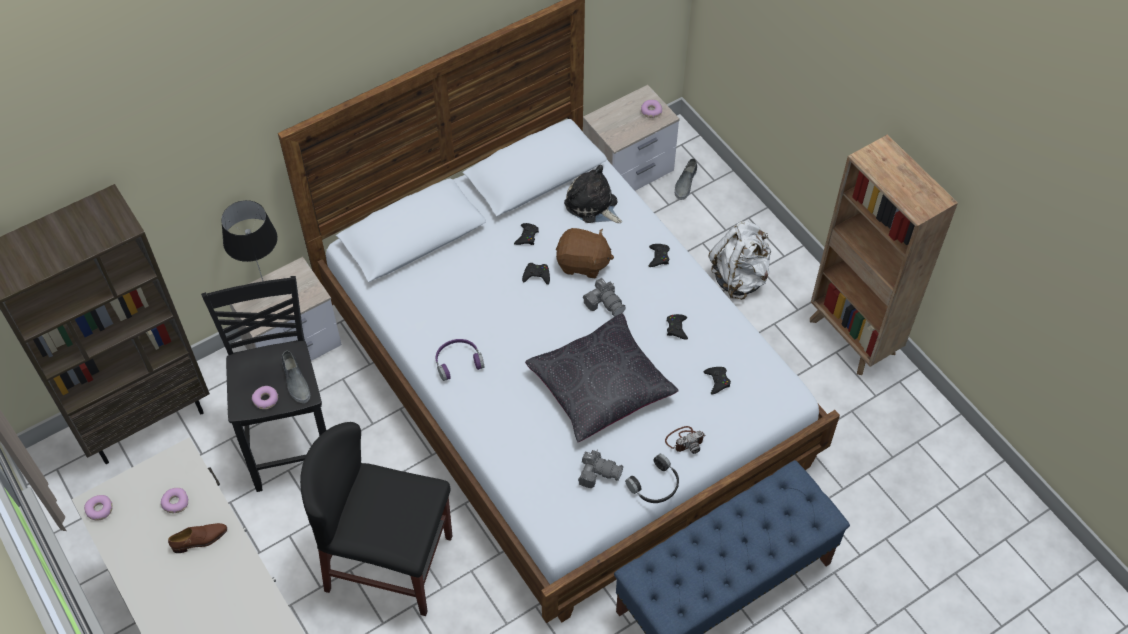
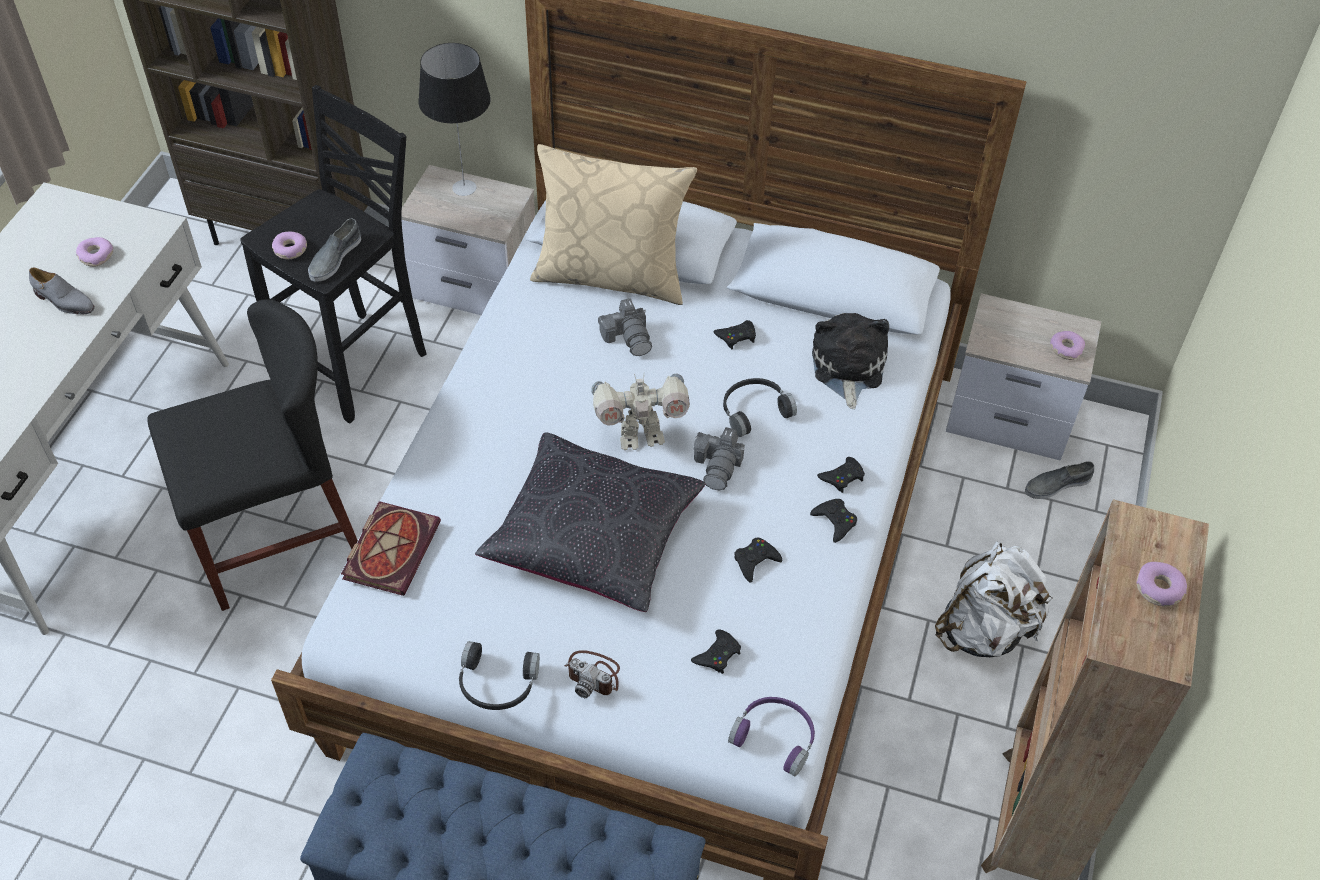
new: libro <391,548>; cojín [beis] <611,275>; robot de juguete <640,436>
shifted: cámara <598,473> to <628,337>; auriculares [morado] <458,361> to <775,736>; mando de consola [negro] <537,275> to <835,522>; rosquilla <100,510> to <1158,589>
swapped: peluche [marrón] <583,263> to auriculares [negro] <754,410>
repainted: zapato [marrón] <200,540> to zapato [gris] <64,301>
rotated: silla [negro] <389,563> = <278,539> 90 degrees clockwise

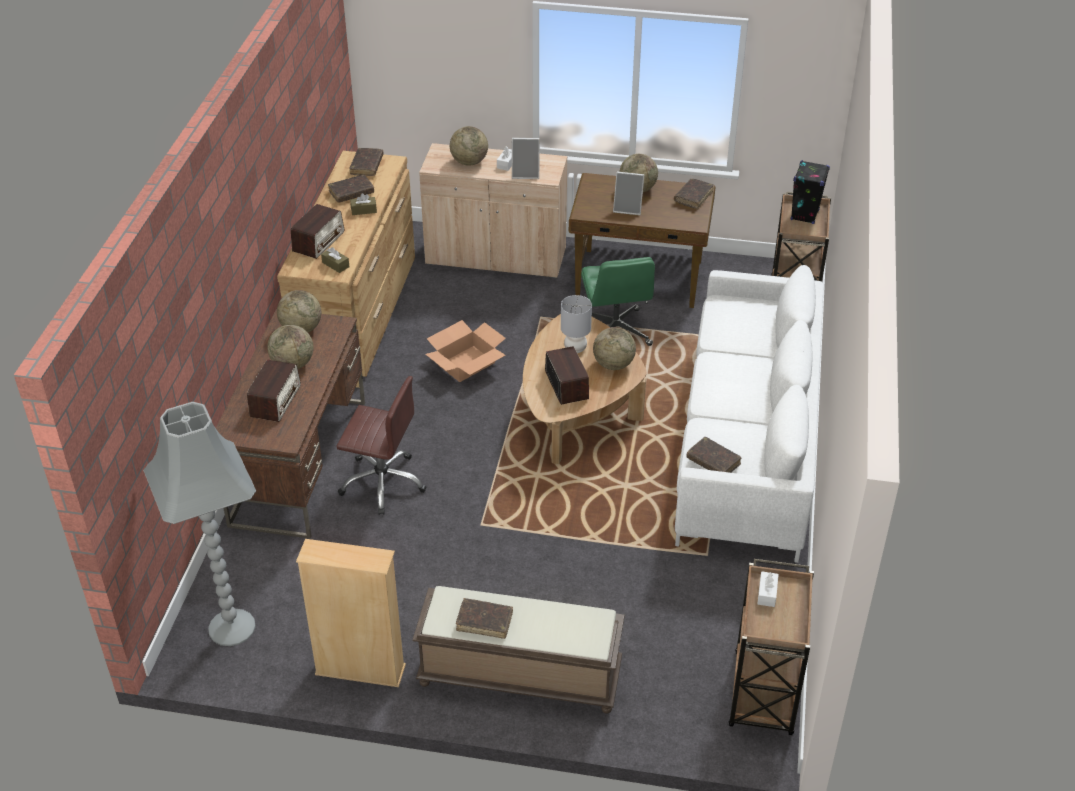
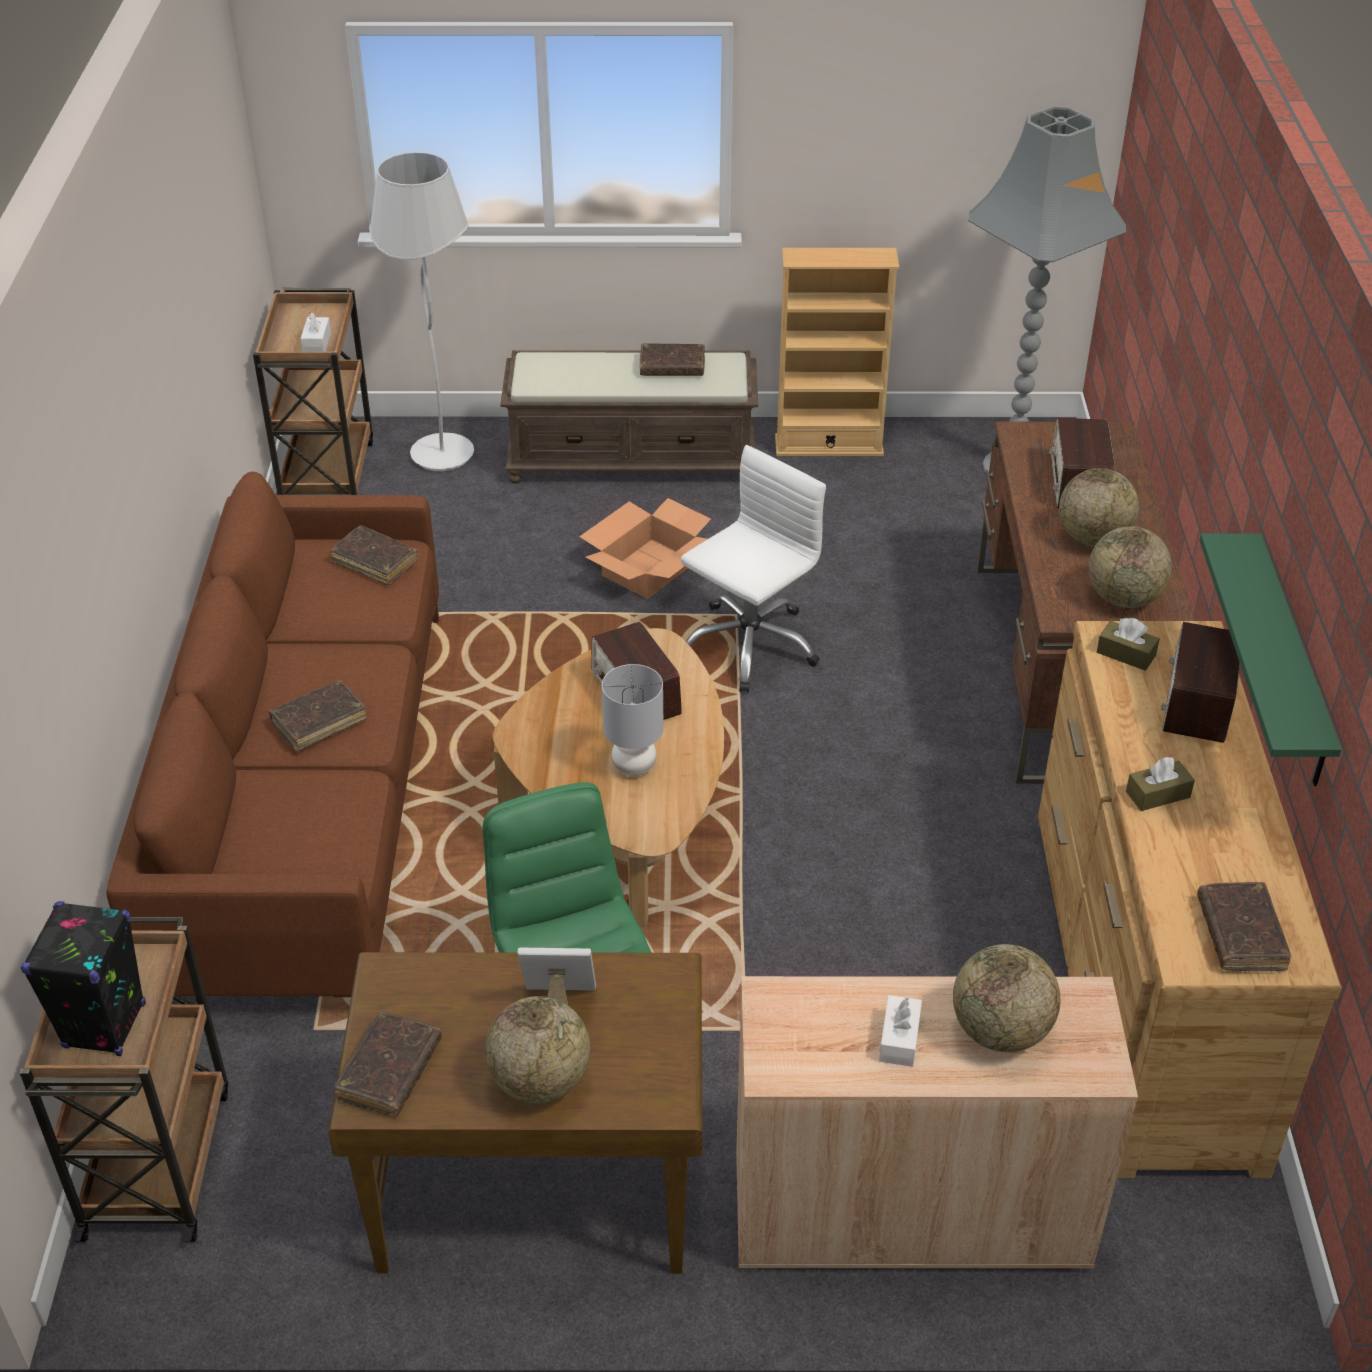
gone: silla de oficina [marrón] <383,482>; portarretratos <526,174>; globo terráqueo <613,364>
new: lámpara de pie [blanco] <442,455>; silla de oficina [blanco] <749,645>; estante [verde] <1291,662>
shifted: libro [marrón] <351,193> to <319,722>; caja de cartón <466,363> to <649,568>
repainted: sofá [blanco] <746,441> to sofá [marrón] <310,797>

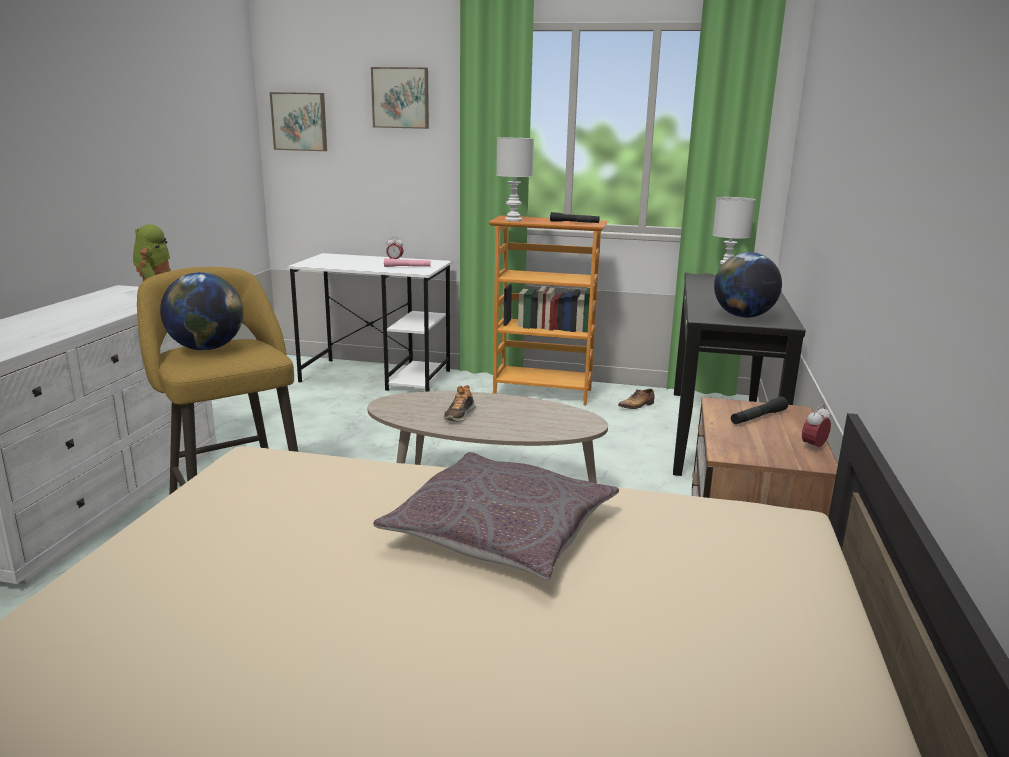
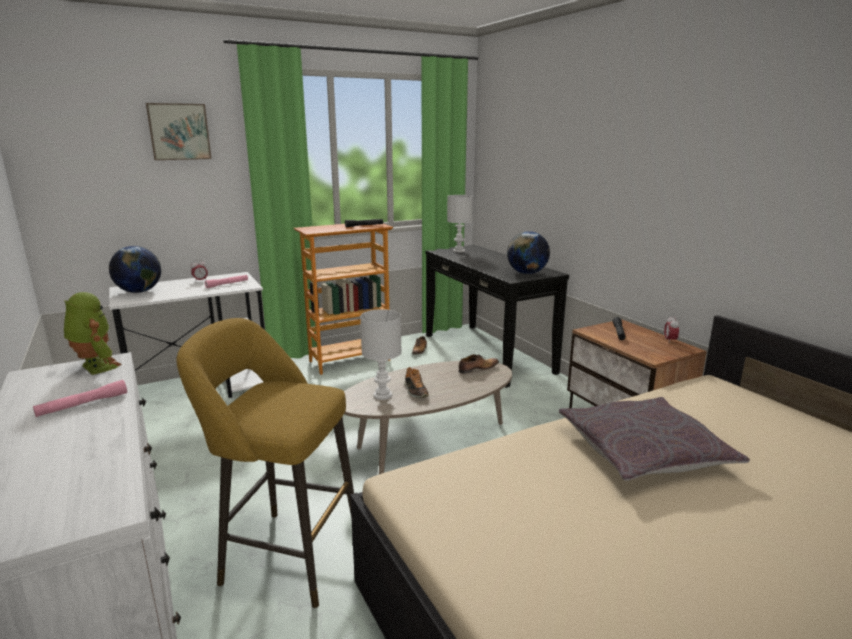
gone: cuadro <300,121>
new: linterna [rosa] <83,405>; zapato <477,369>
shifted: globo terráqueo <206,348> to <139,291>; lámpara de mesa [blanco] <513,220> to <382,395>

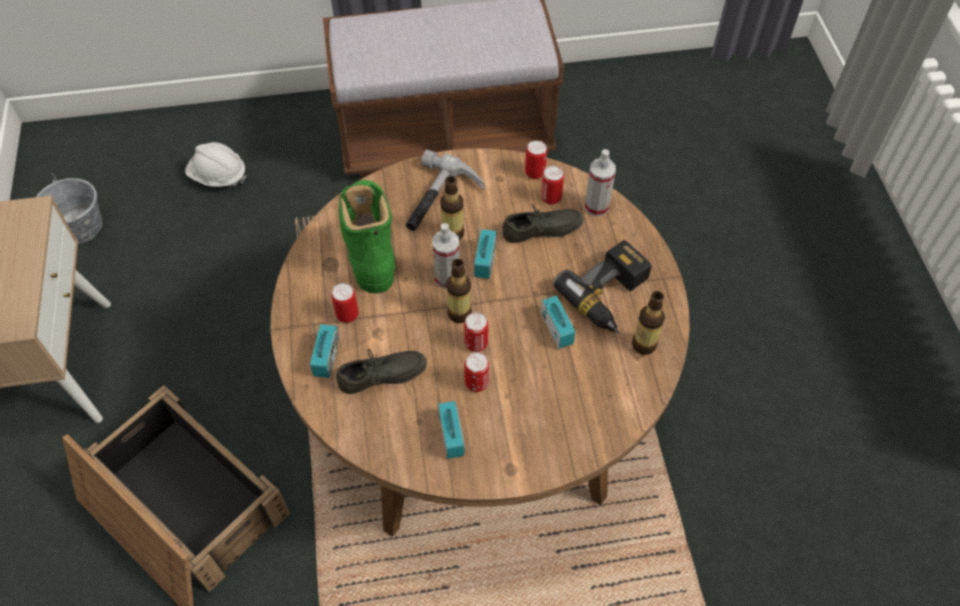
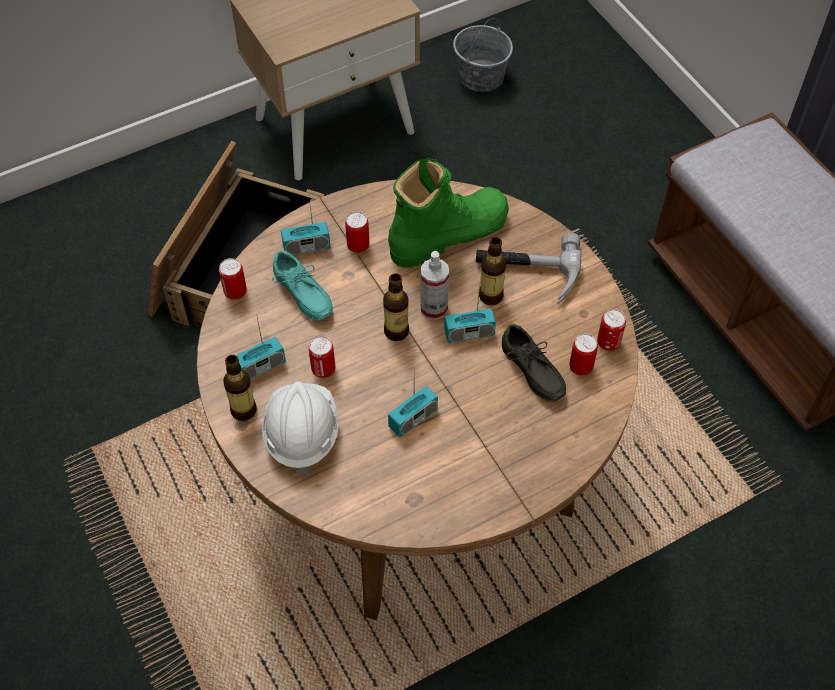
gone: taladro <610,296>; pulverizador <596,206>
shifted: lata <476,343> to <235,292>; botella <644,345> to <243,410>; casco [blanco] <218,176> to <301,434>
repainted: zapato [gris] <383,378> to zapato [turquesa] <301,296>

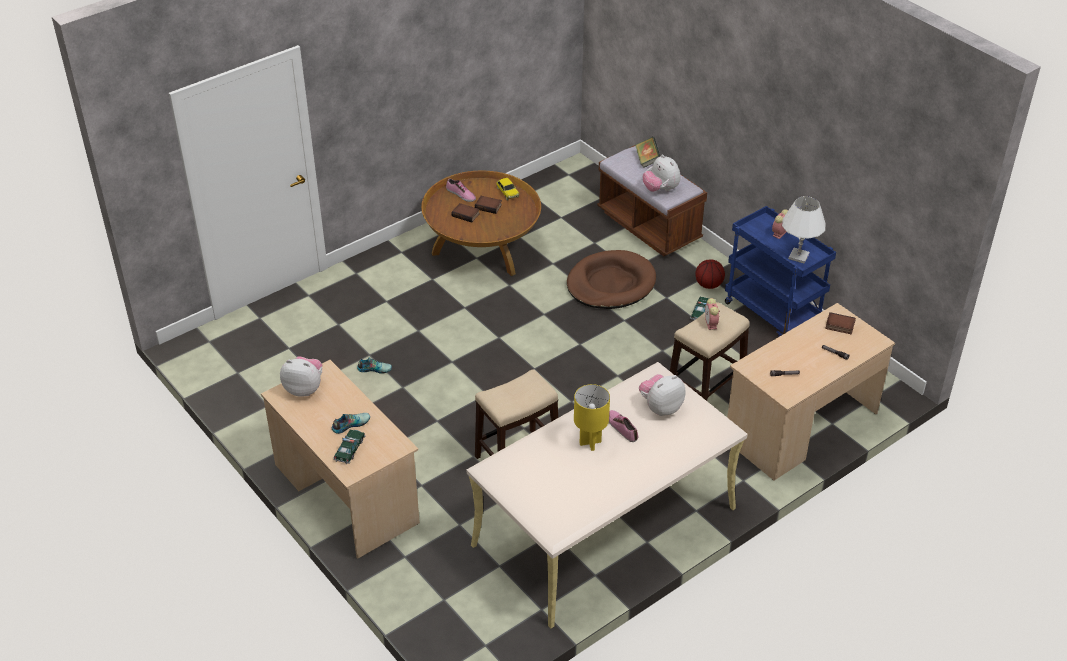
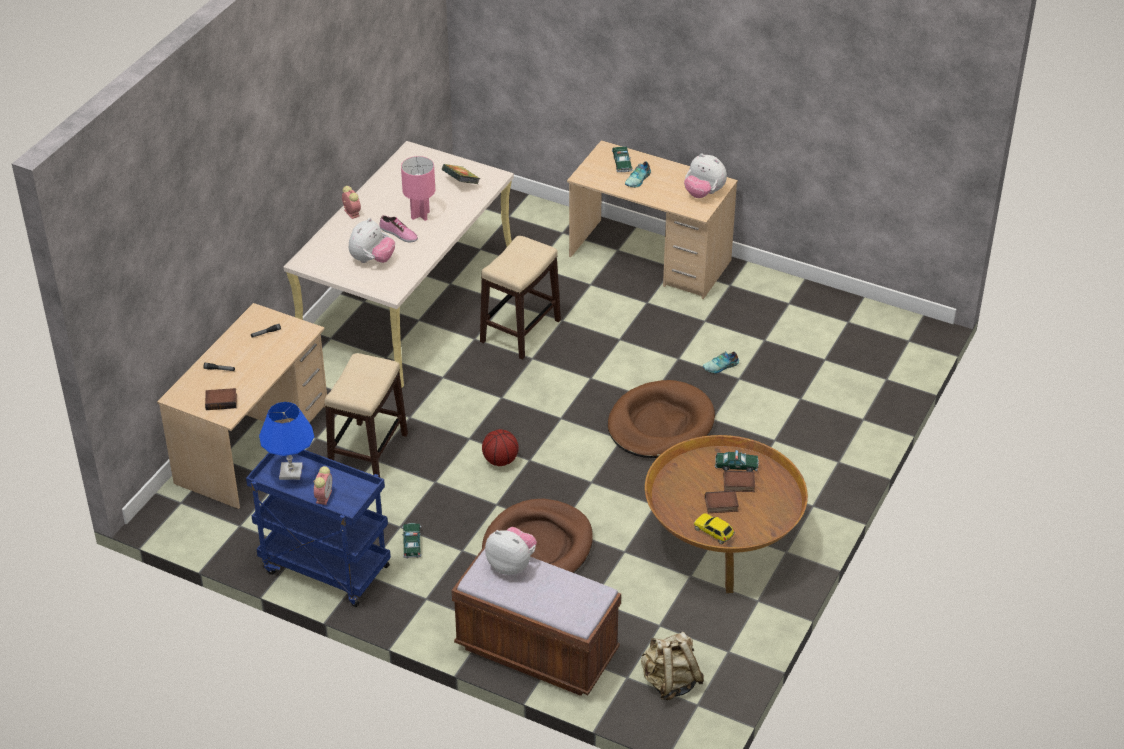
gone: zapato <460,194>
new: cama para perro [marrón] <660,424>; mochila [beis] <670,682>; coche de juguete <736,465>
shifted: despertador <711,324> to <351,212>; libro <647,160> to <461,183>; balón de baloncesto <709,285> to <500,460>
repainted: lámpara de mesa [blanco] <798,256> to lámpara de mesa [azul] <291,472>; lámpara de mesa [amarillo] <590,443> to lámpara de mesa [rosa] <420,215>
rotated: peluche <304,388> = <704,193> 45 degrees clockwise

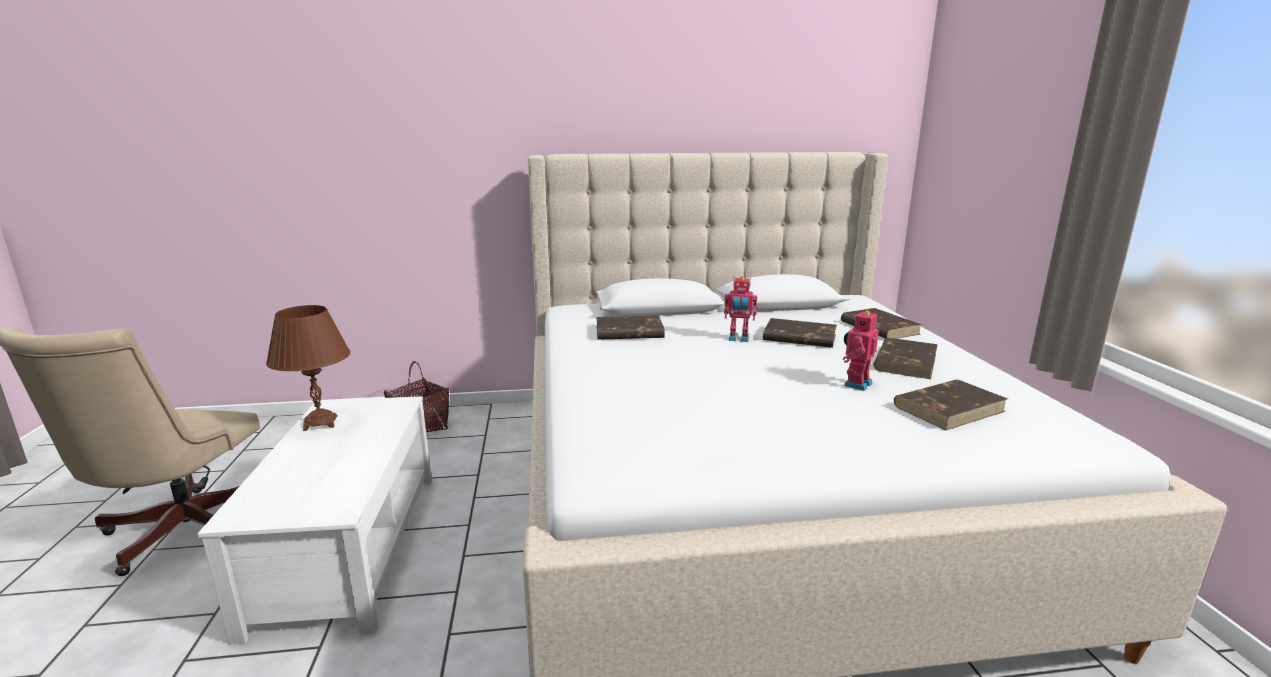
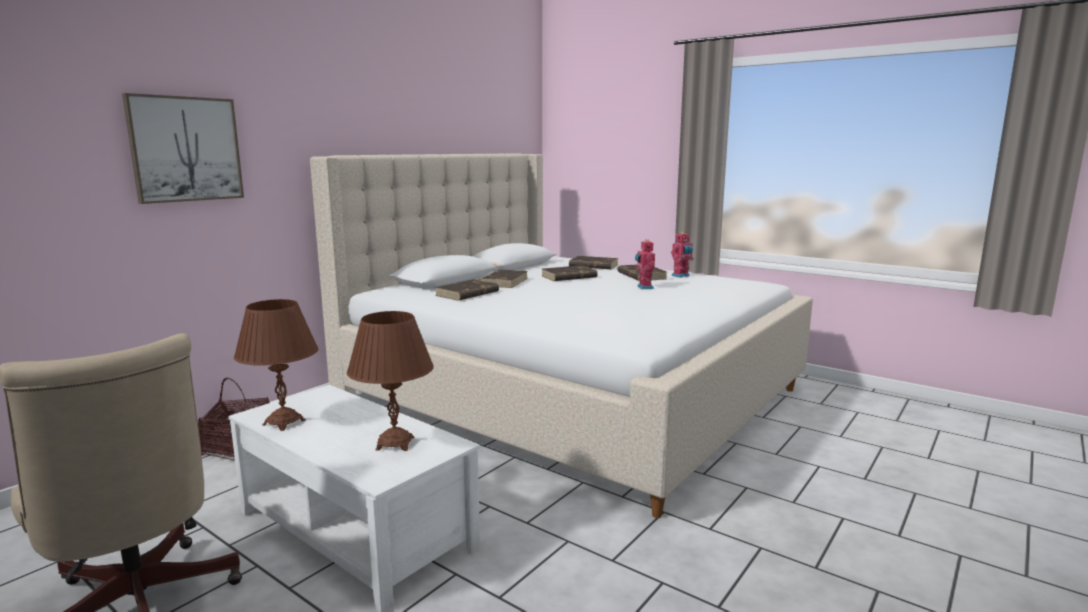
new: cuadro <185,149>; lámpara de mesa [marrón] <395,444>
shifted: libro [marrón] <949,408> to <504,282>; robot de juguete <738,339> to <681,276>

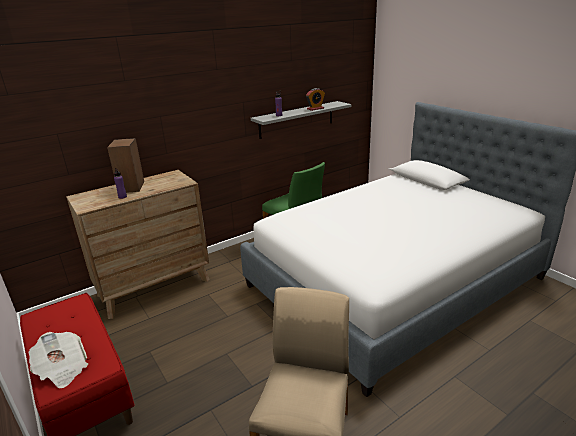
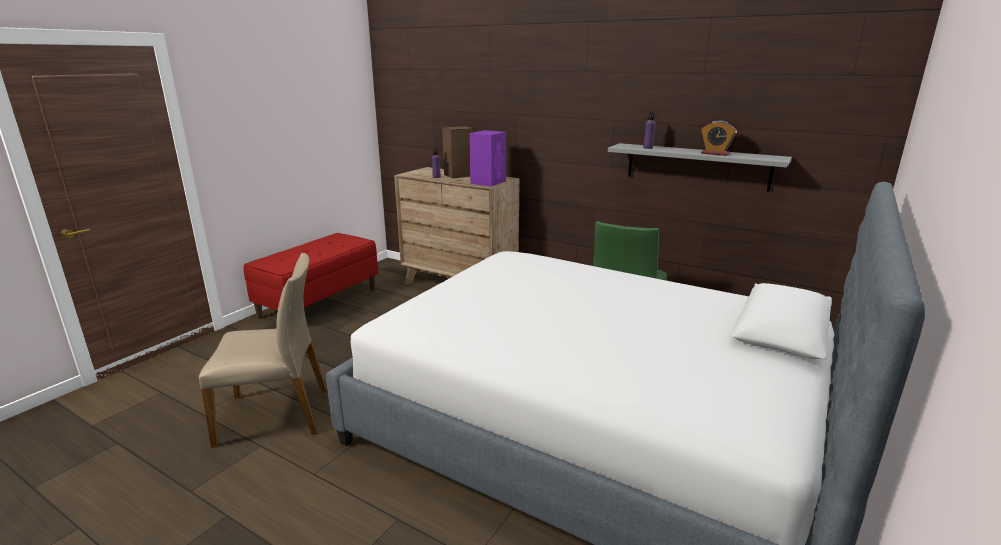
gone: periódico <62,369>
new: altavoz [morado] <488,182>

